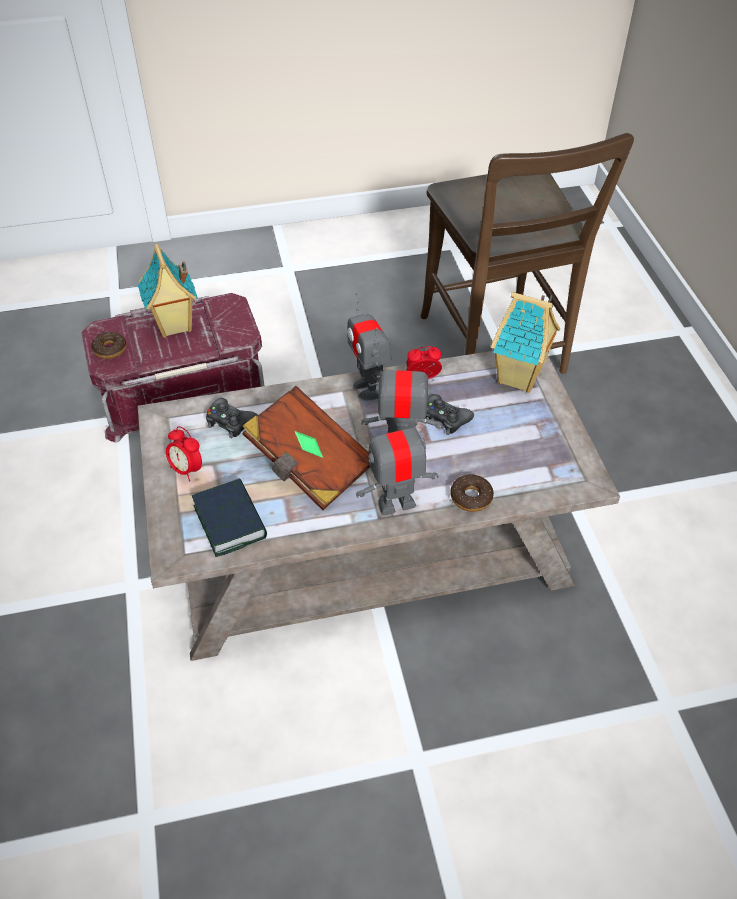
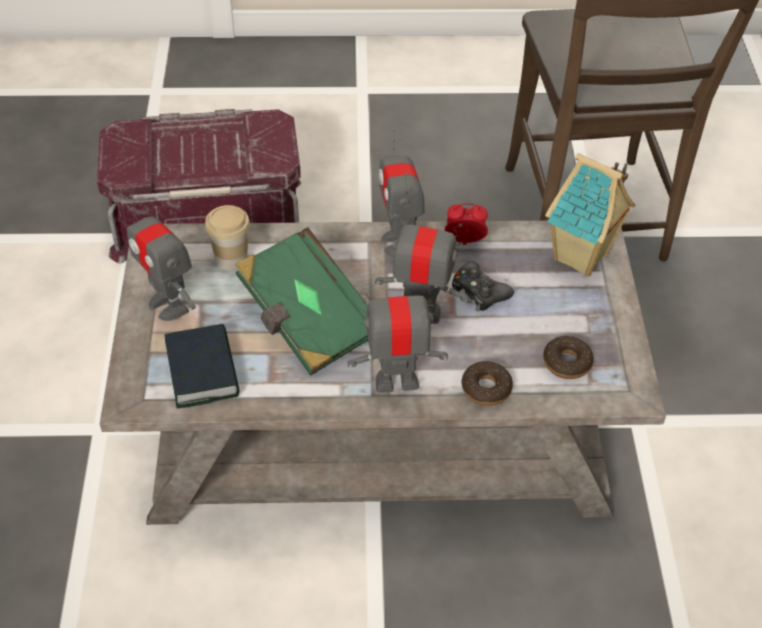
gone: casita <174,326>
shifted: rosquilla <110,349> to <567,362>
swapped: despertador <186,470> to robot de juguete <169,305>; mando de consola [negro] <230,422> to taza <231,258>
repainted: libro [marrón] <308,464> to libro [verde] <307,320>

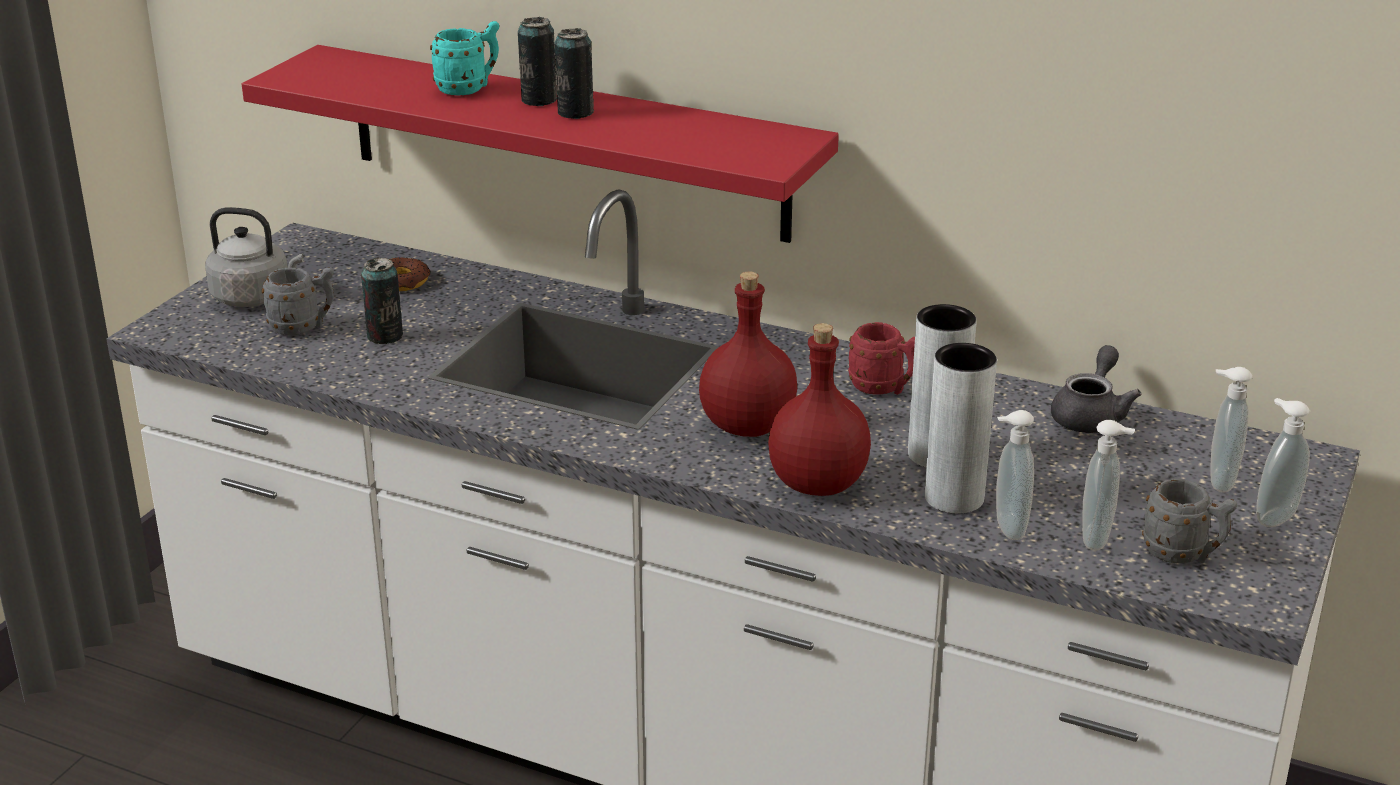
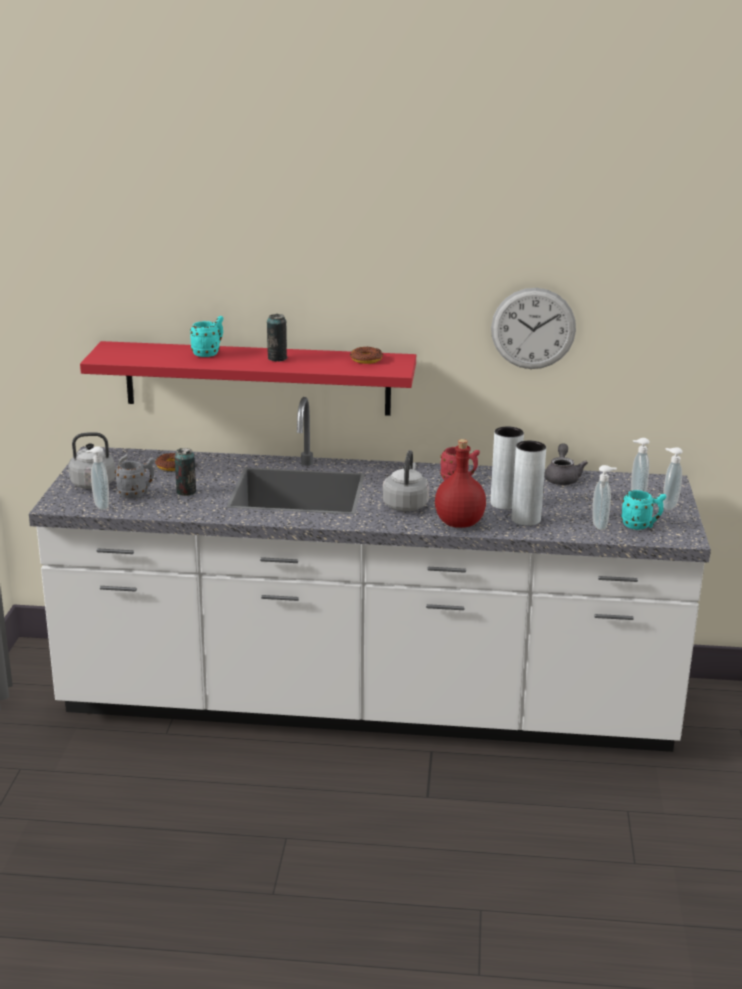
gone: lata <539,100>
new: rosquilla <366,359>; reloj de pared <533,328>
shifted: dispensador de jabón <1007,528> to <100,506>
swapped: botella [rojo] <746,425> to hervidor [gris] <406,504>
repainted: taza grande [gris] <1183,555> to taza grande [turquesa] <641,526>

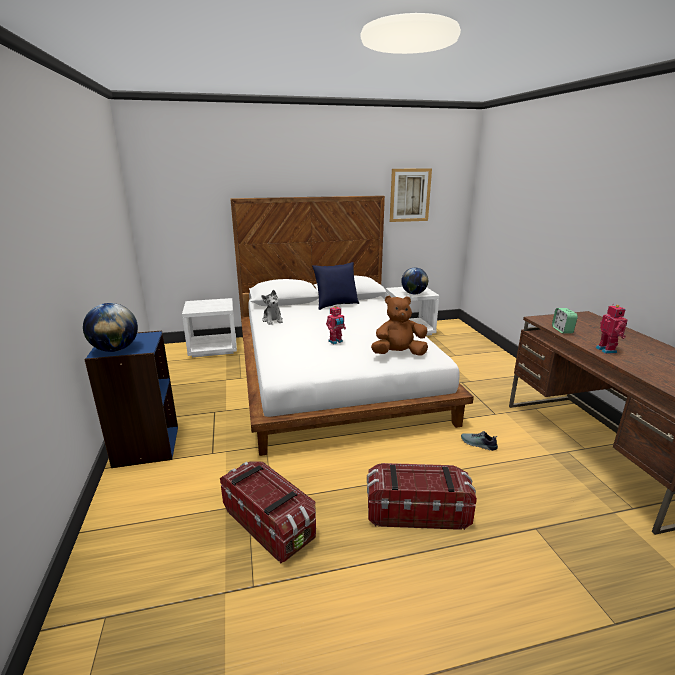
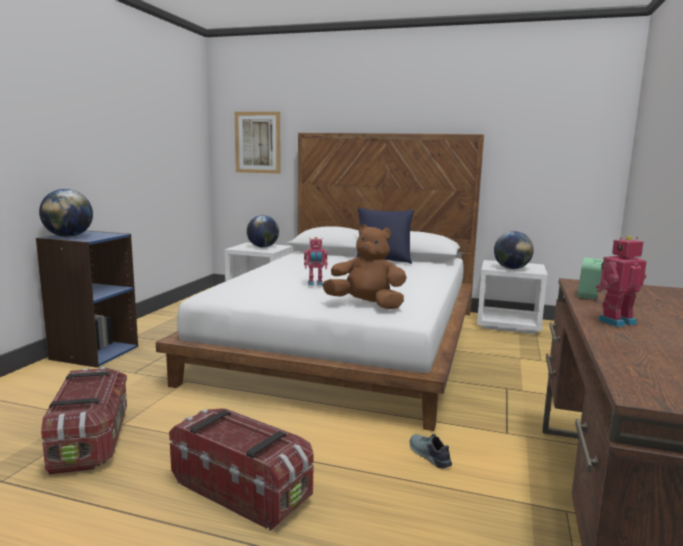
gone: peluche <273,320>
new: globo terráqueo <263,247>
shifted: cuadro <410,195> to <257,142>
rotated: robot de juguete <607,350> = <615,321> 135 degrees counterclockwise

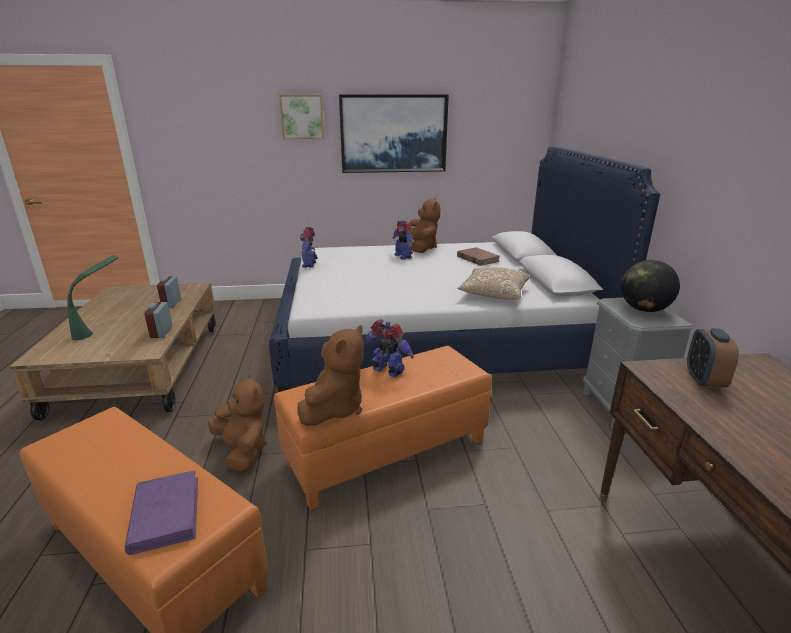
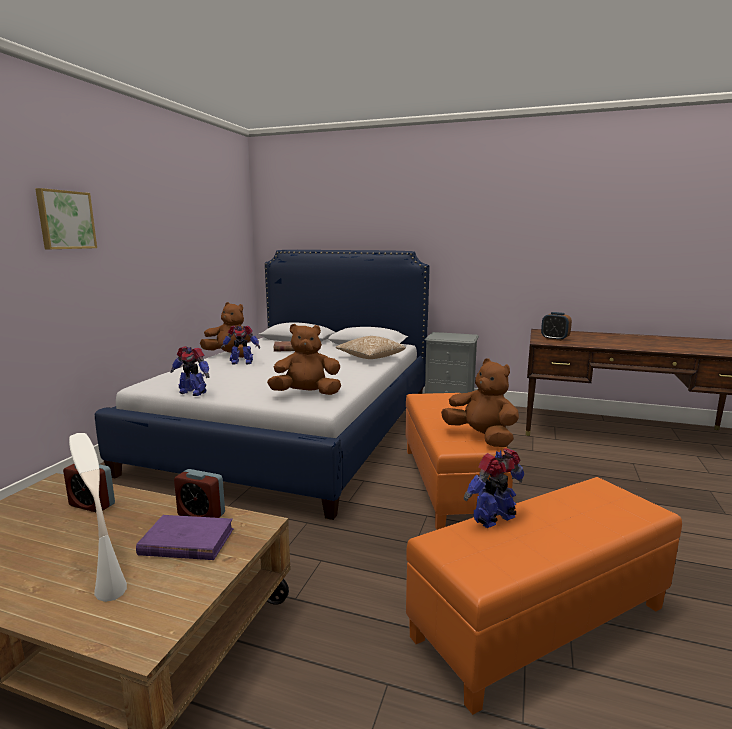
gone: cuadro <393,134>; globo terráqueo <644,309>
shifted: libro [morado] <165,513> to <186,542>; peluche [marrón] <243,451> to <306,394>; robot de juguete <388,371> to <495,519>
repainted: lámpara de mesa [verde] <104,327> to lámpara de mesa [blanco] <103,567>

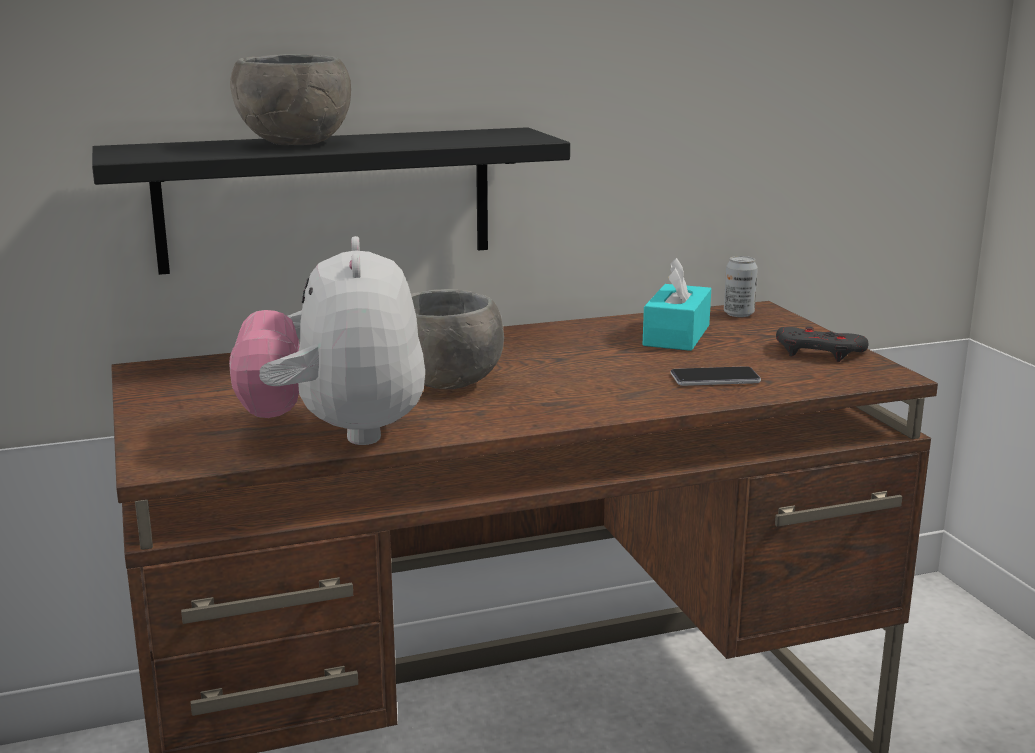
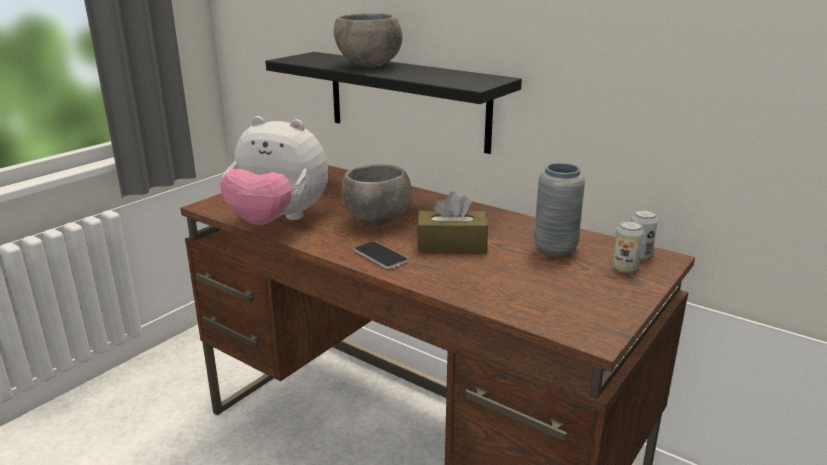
gone: mando de consola [gris] <819,352>
new: caja de pañuelos [marrón] <451,245>; lata <624,268>
shifted: móvil <715,378> to <380,256>
swapped: caja de pañuelos [turquesa] <676,335> to florero [gris] <555,249>
rotated: peluche <336,433> = <278,221> 120 degrees counterclockwise

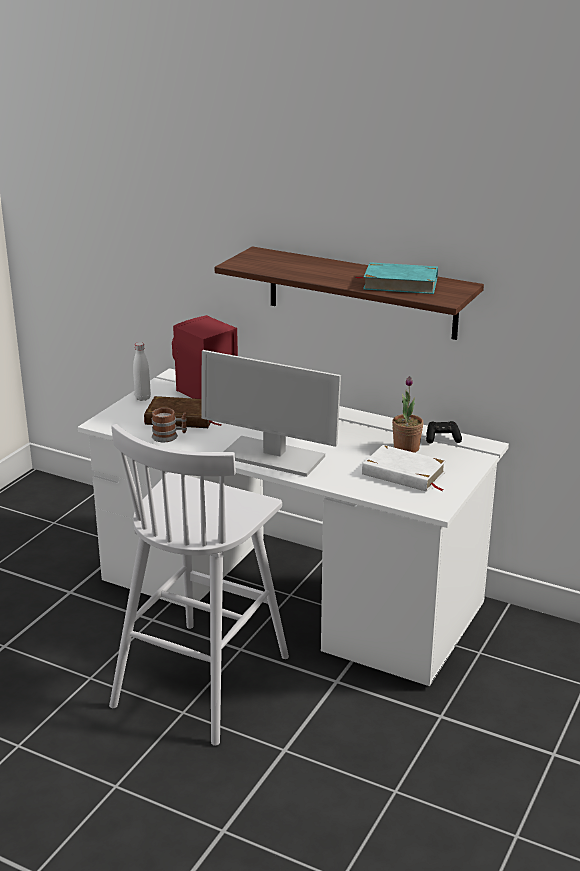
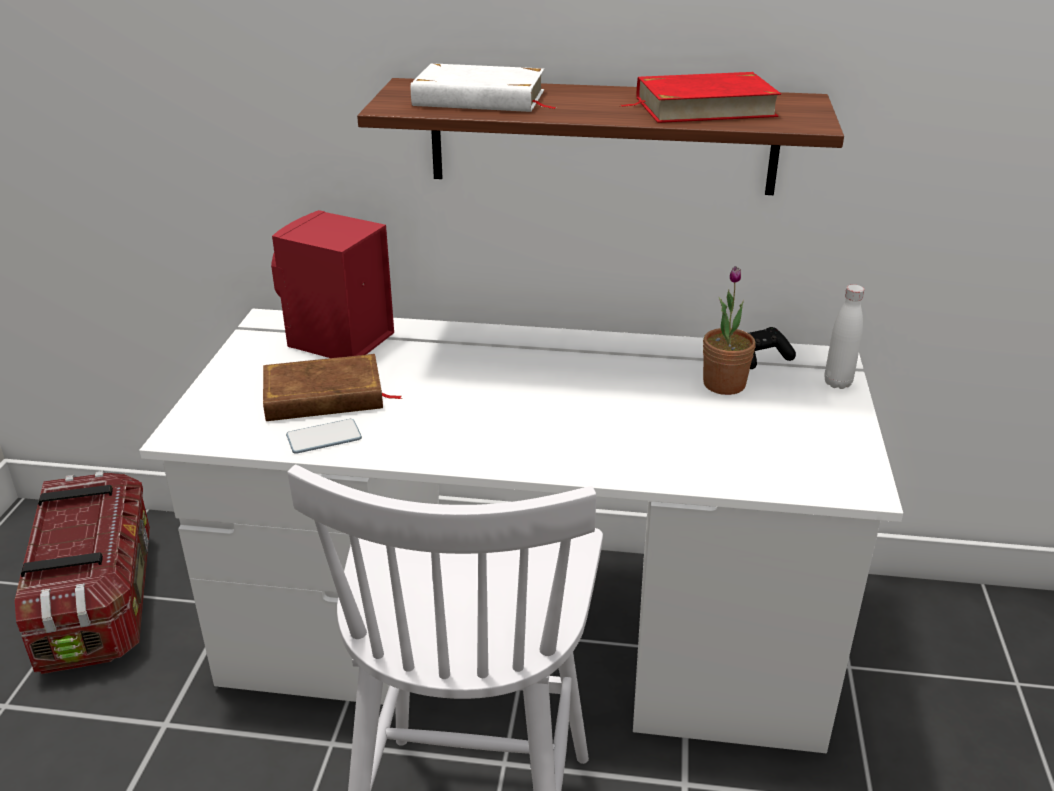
gone: monitor <271,457>
new: caja de almacenaje <99,600>
shifted: libro [blanco] <403,474> to <480,98>; botella [blanco] <143,398> to <837,383>
swapped: taza grande <169,436> to móvil <324,438>
repainted: libro [turquesa] <400,283> to libro [rojo] <704,107>

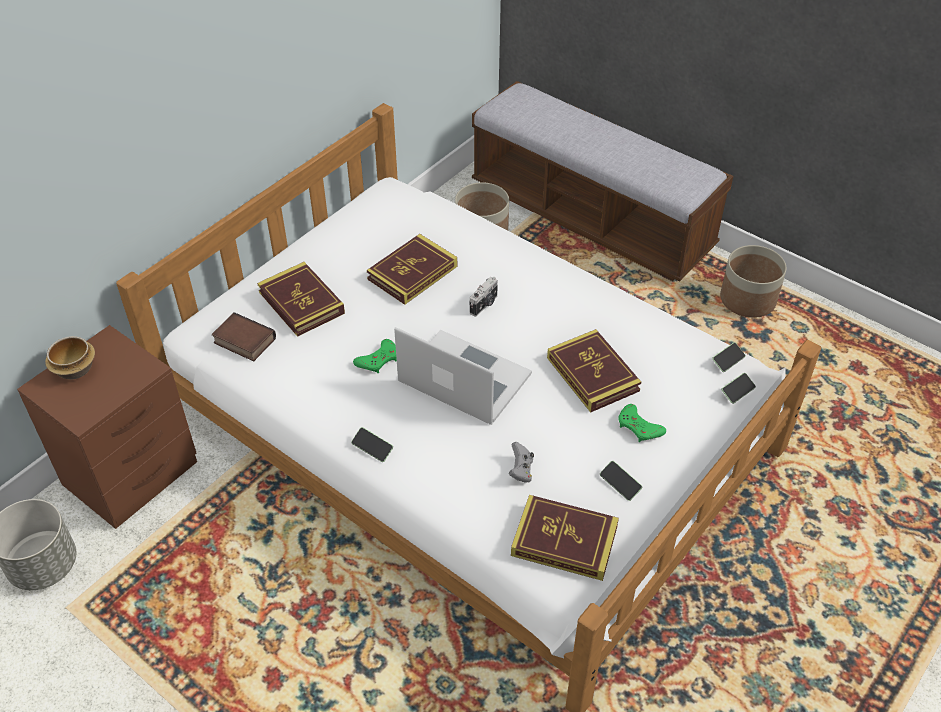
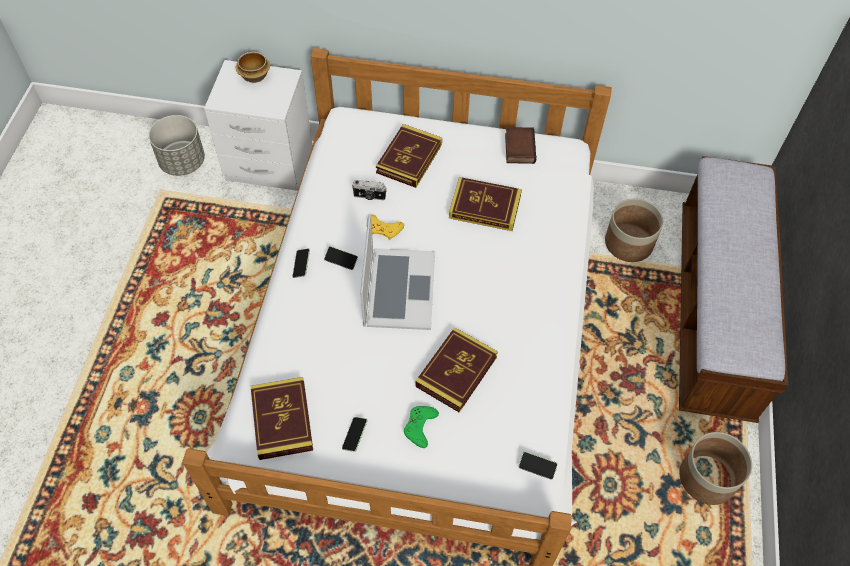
gone: mando de consola [gris] <521,470>
shifted: móvil <737,392> to <341,260>; cámara <484,305> to <369,197>; libro <243,341> to <518,148>
repainted: mesita de noche [marrón] <134,473> to mesita de noche [blanco] <270,164>; mando de consola [verde] <378,360> to mando de consola [amarillo] <384,229>

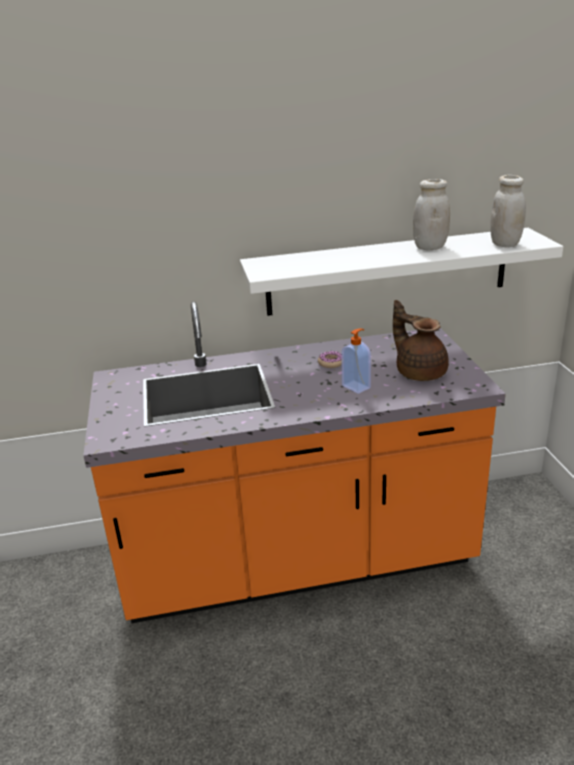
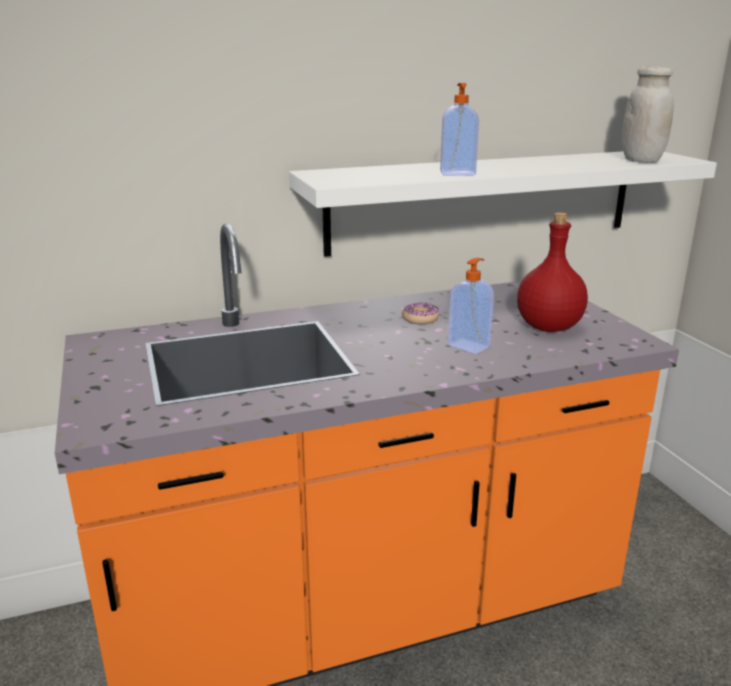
gone: tarro [blanco] <430,247>
new: dispensador de jabón <457,174>
swapped: tetera [marrón] <419,372> to botella [rojo] <548,327>

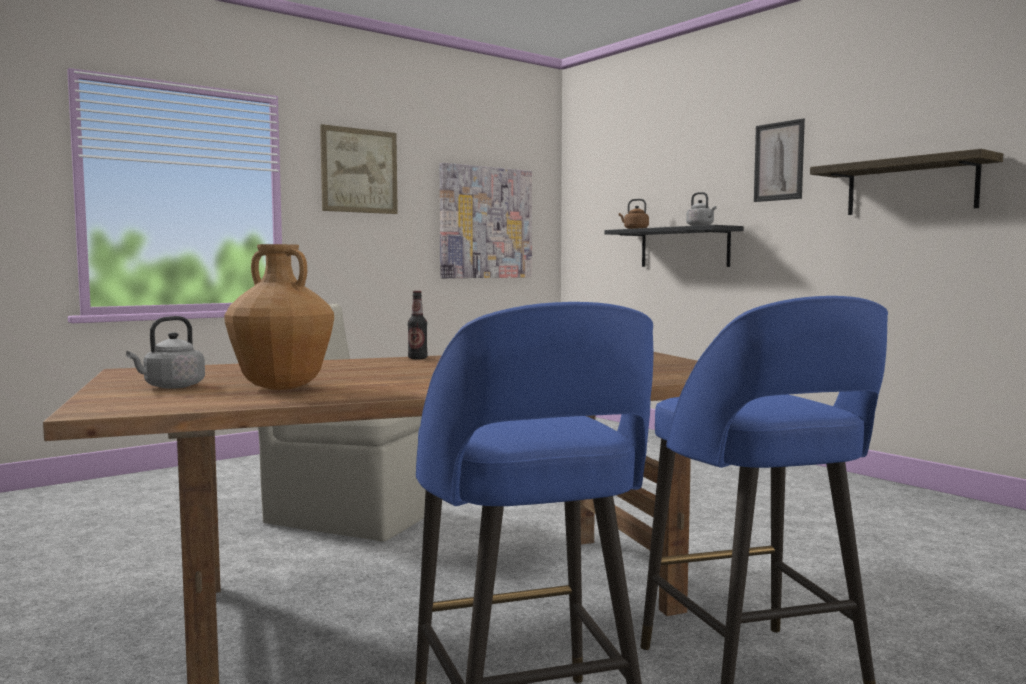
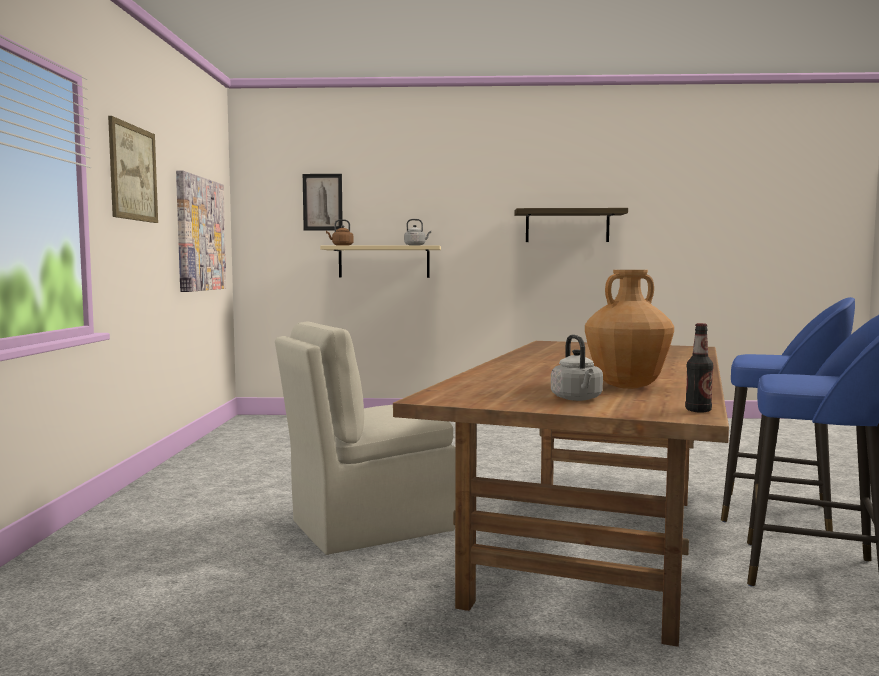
shifted: cuadro <779,161> to <322,202>; botella <417,358> to <698,410>
repainted: estante [negro] <684,247> to estante [beis] <384,262>

